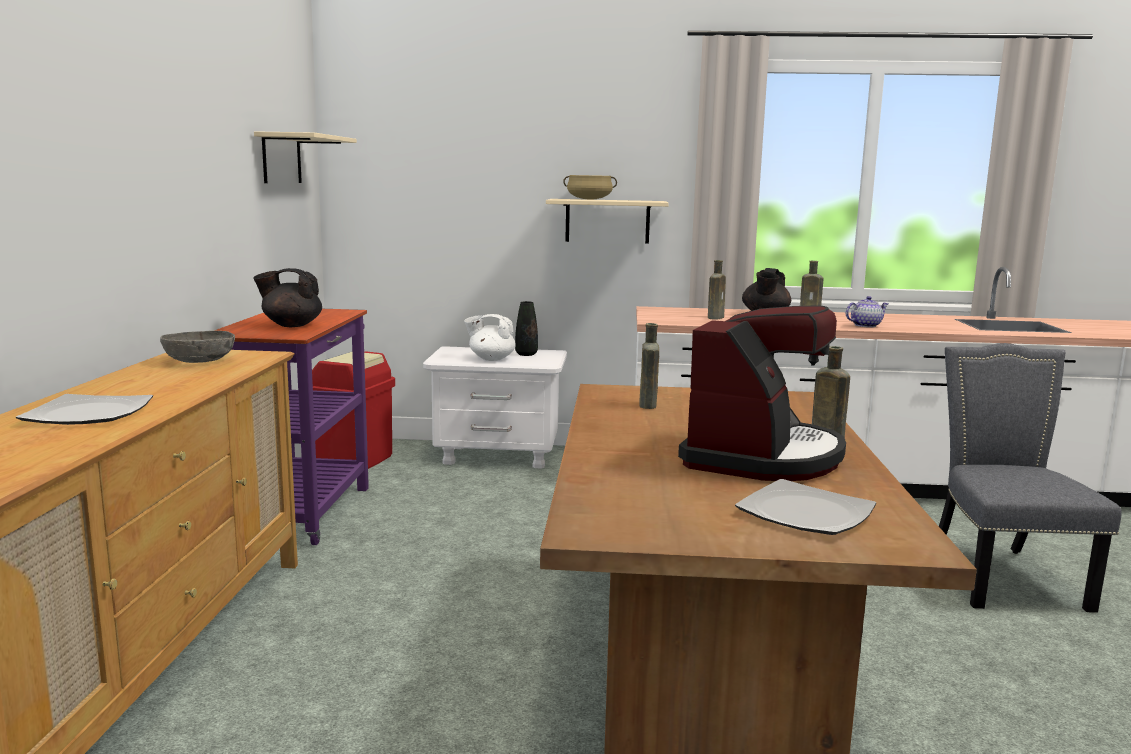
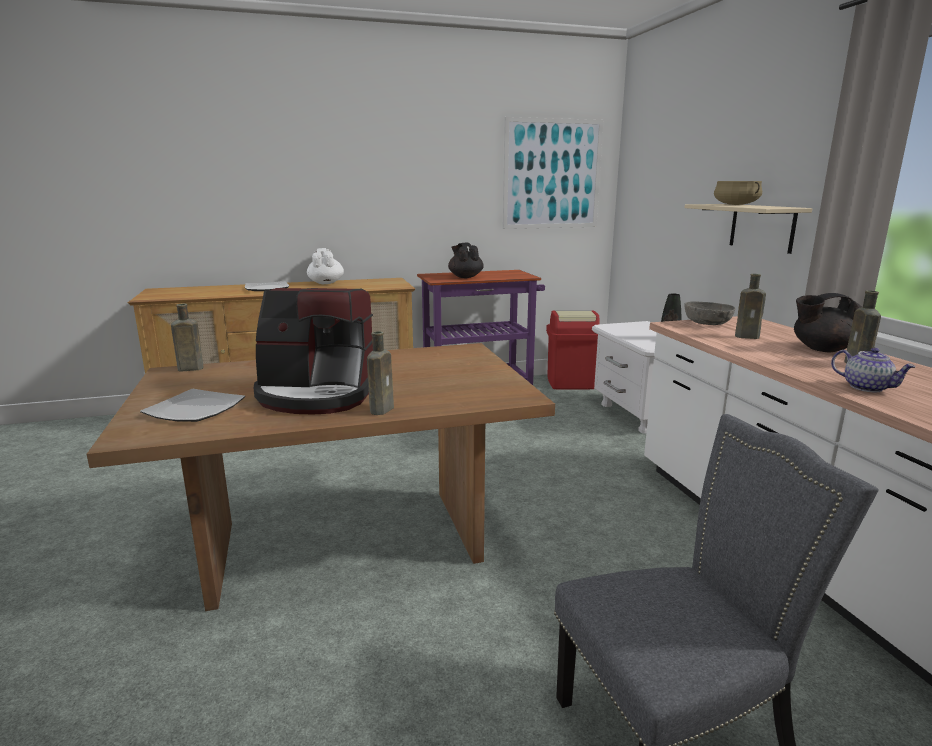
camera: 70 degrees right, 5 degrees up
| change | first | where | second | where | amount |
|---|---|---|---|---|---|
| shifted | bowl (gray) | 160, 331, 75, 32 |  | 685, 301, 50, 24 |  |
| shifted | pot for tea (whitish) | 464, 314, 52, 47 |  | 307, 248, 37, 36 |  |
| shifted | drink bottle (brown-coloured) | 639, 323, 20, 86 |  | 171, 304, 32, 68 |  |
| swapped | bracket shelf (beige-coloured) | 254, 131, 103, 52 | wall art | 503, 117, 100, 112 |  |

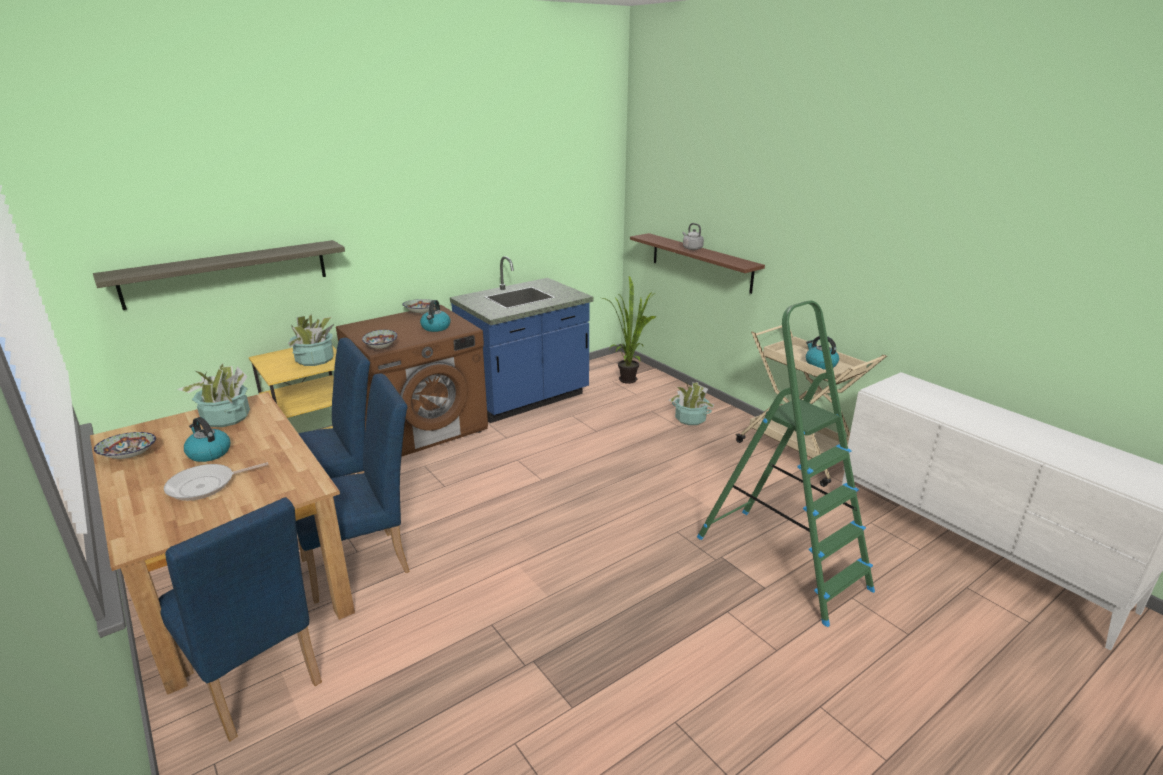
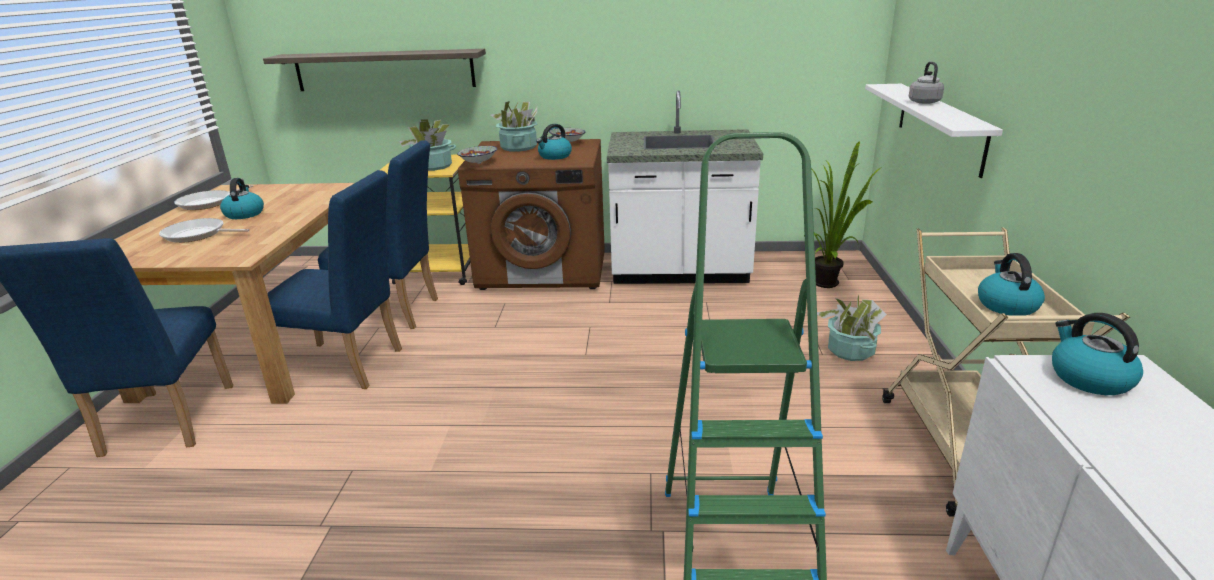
camera: 40 degrees right, 0 degrees up
| change | first | where | second | where | amount |
|---|---|---|---|---|---|
| new |  |  | kettle | 1052, 313, 91, 82 |  |
| shifted | potted plant | 177, 364, 73, 63 |  | 491, 101, 47, 50 |  |
| swapped | bowl | 94, 432, 62, 27 | pan | 174, 185, 79, 25 |  |
| repainted | kitchen counter (blue-coloured) | 450, 256, 143, 167 | kitchen counter (whitish) | 607, 90, 156, 194 |  |
| repainted | bracket shelf (brown-coloured) | 630, 233, 135, 61 | bracket shelf (whitish) | 865, 84, 138, 94 |  |

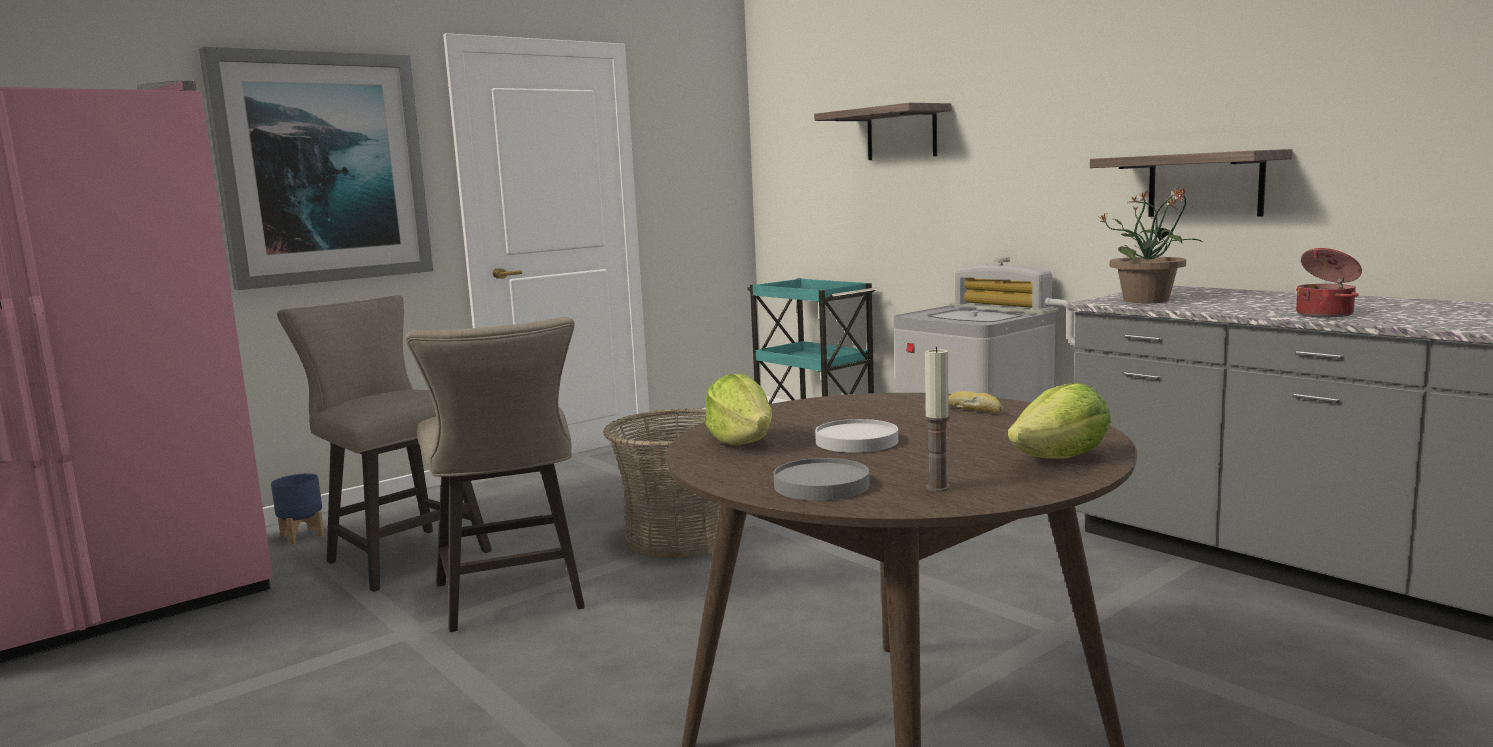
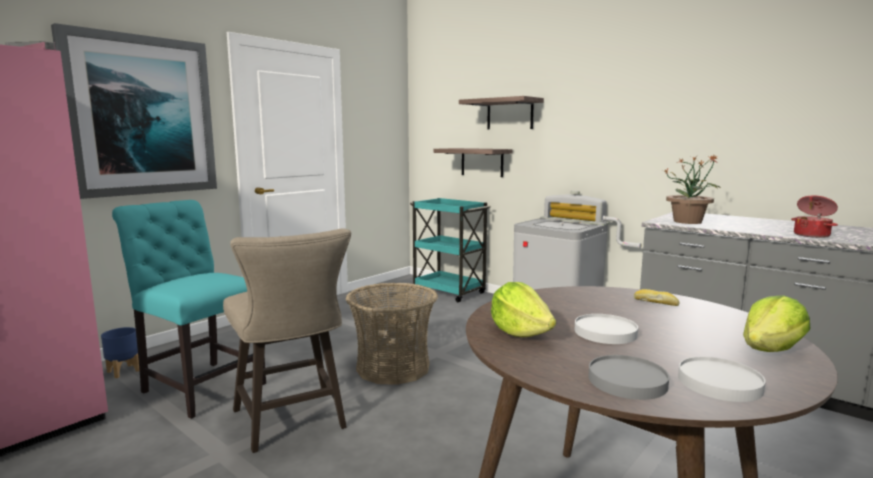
camera: 10 degrees left, 0 degrees up
| change | first | where | second | where | amount |
|---|---|---|---|---|---|
| shifted | bracket shelf | 1090, 149, 203, 68 |  | 434, 148, 79, 29 |  |
| swapped | stool seat (beige-coloured) | 277, 295, 215, 297 | chair (turquoise) | 112, 200, 154, 219 |  |
| swapped | candle | 924, 347, 26, 145 | plate (whitish) | 678, 357, 88, 45 |  |

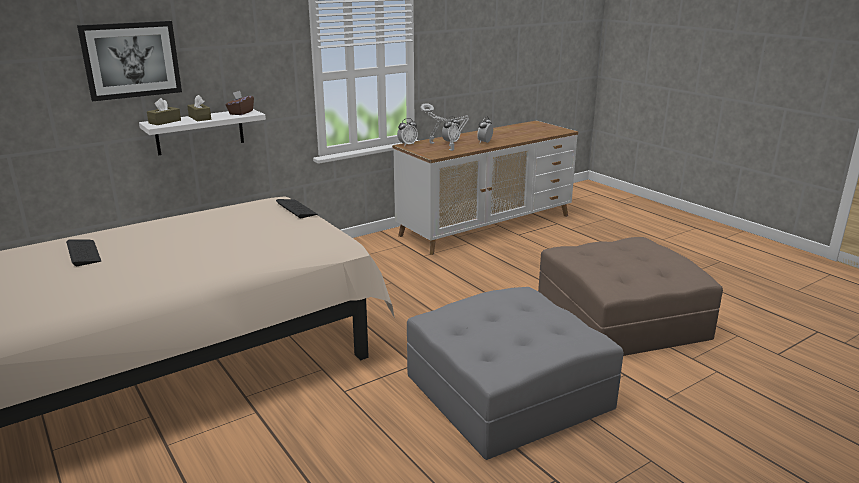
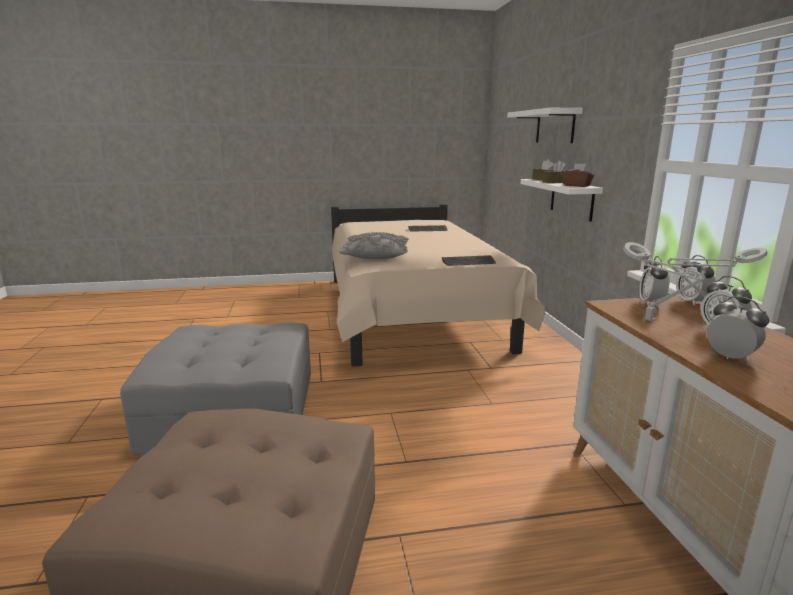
camera: 115 degrees right, 5 degrees down
| change | first | where | second | where | amount |
|---|---|---|---|---|---|
| new |  |  | pillow (gray) | 339, 232, 70, 27 |  |
| new |  |  | alarm clock | 639, 256, 31, 50 |  |
| swapped | wall art | 77, 21, 105, 80 | bracket shelf (whitish) | 507, 108, 76, 35 |  |

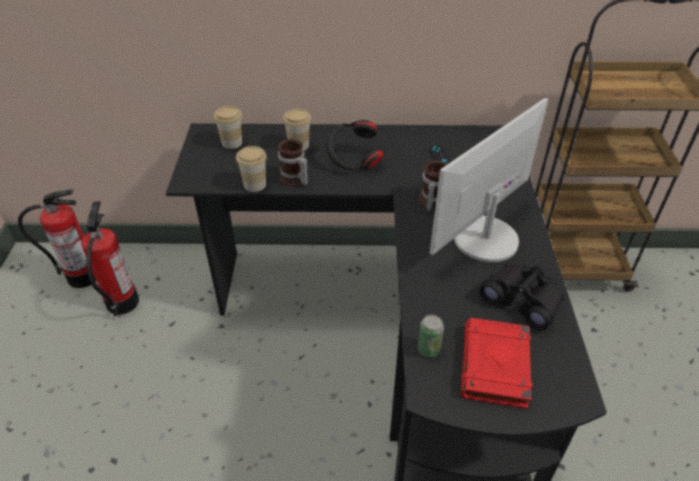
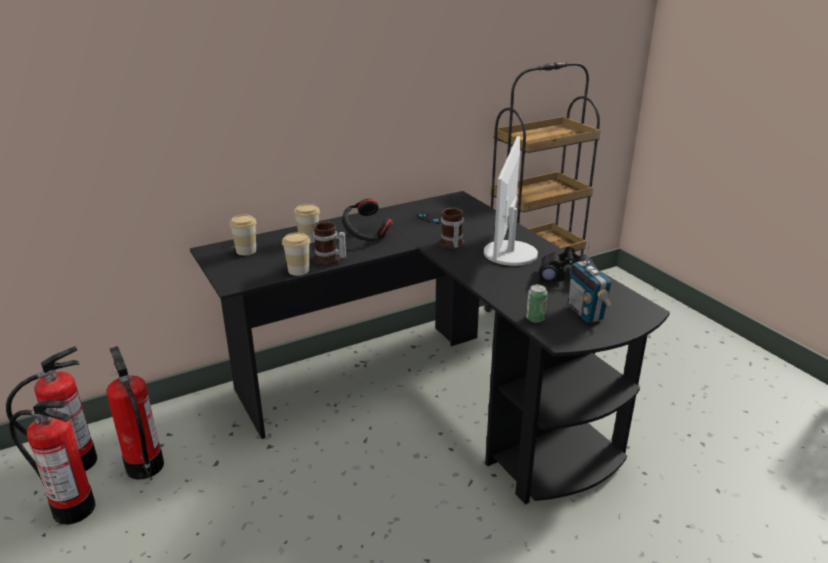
camera: 30 degrees left, 15 degrees down
| change | first | where | second | where | amount |
|---|---|---|---|---|---|
| new |  |  | fire-fighting cylinder | 9, 400, 87, 125 |  |
| swapped | volume (reddish) | 461, 318, 71, 91 | radio set | 569, 238, 45, 85 |  |

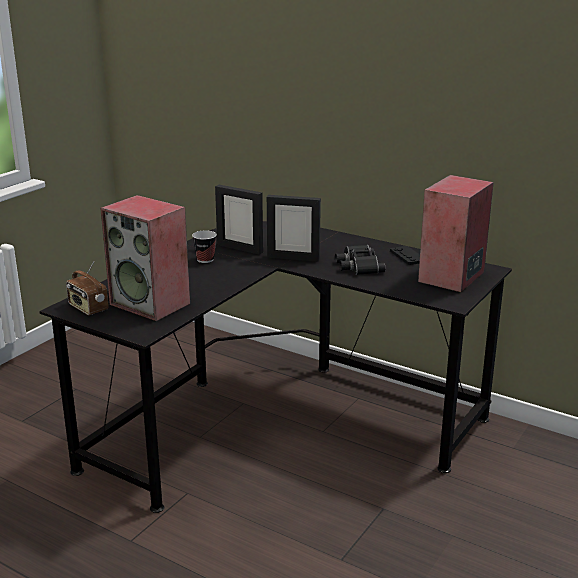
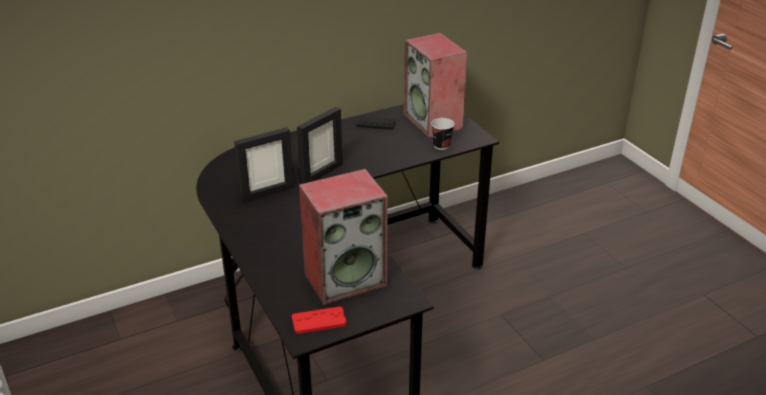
camera: 60 degrees left, 10 degrees up
| change | first | where | second | where | amount |
|---|---|---|---|---|---|
| gone | pair of binoculars (blackish) | 335, 245, 51, 30 |  |  |  |
| shifted | drinking cup | 192, 230, 25, 33 |  | 431, 118, 24, 32 |  |
| swapped | radio set | 66, 261, 43, 54 | game controller (reddish) | 292, 306, 55, 28 |  |

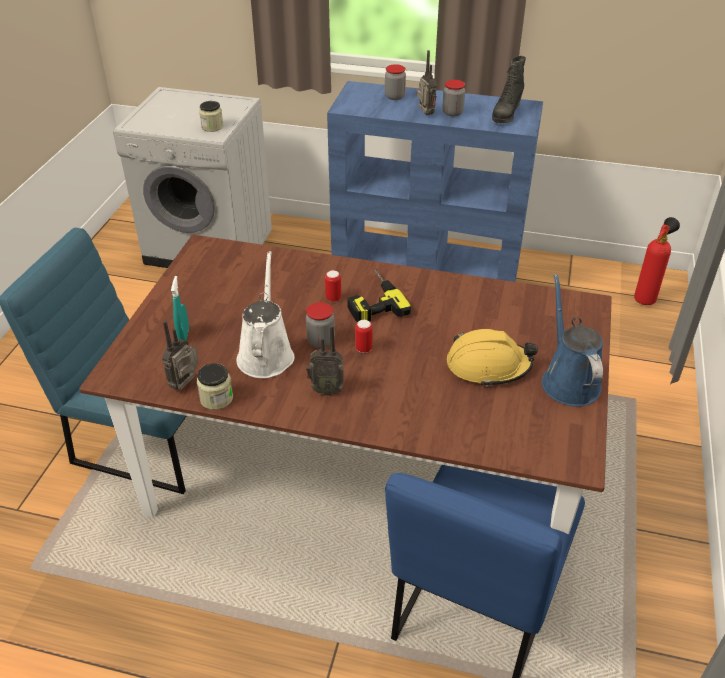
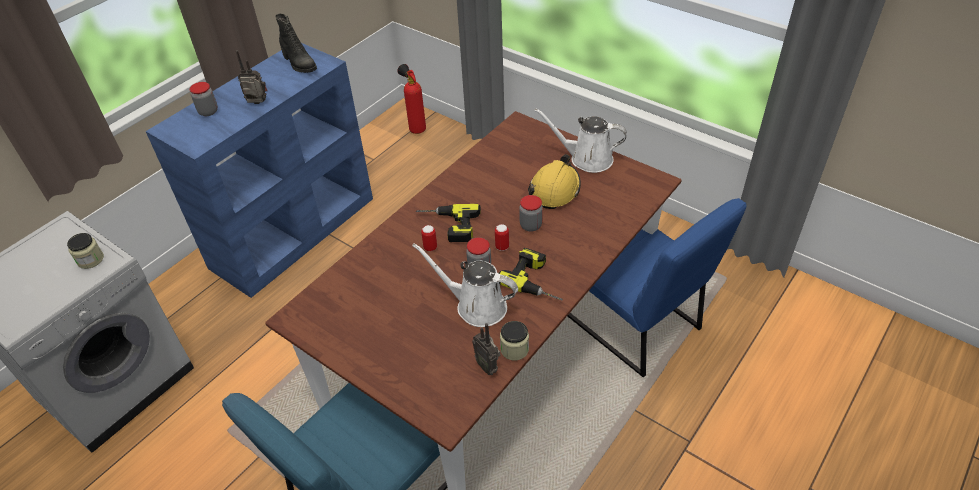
camera: 65 degrees left, 5 degrees up
| change | first | where | second | where | amount |
|---|---|---|---|---|---|
| gone | hand sprayer (turquoise) | 171, 276, 18, 65 |  |  |  |
| shifted | preserve jar | 442, 80, 23, 37 |  | 519, 195, 24, 37 |  |
| swapped | radio set | 306, 325, 38, 71 | electric drill | 499, 248, 64, 53 |  |
| repainted | watering can (blue-coloured) | 542, 274, 61, 133 | watering can (whitish) | 534, 108, 93, 65 |  |

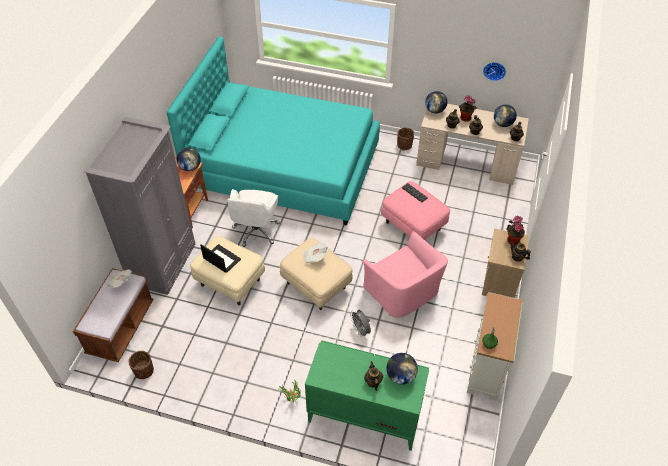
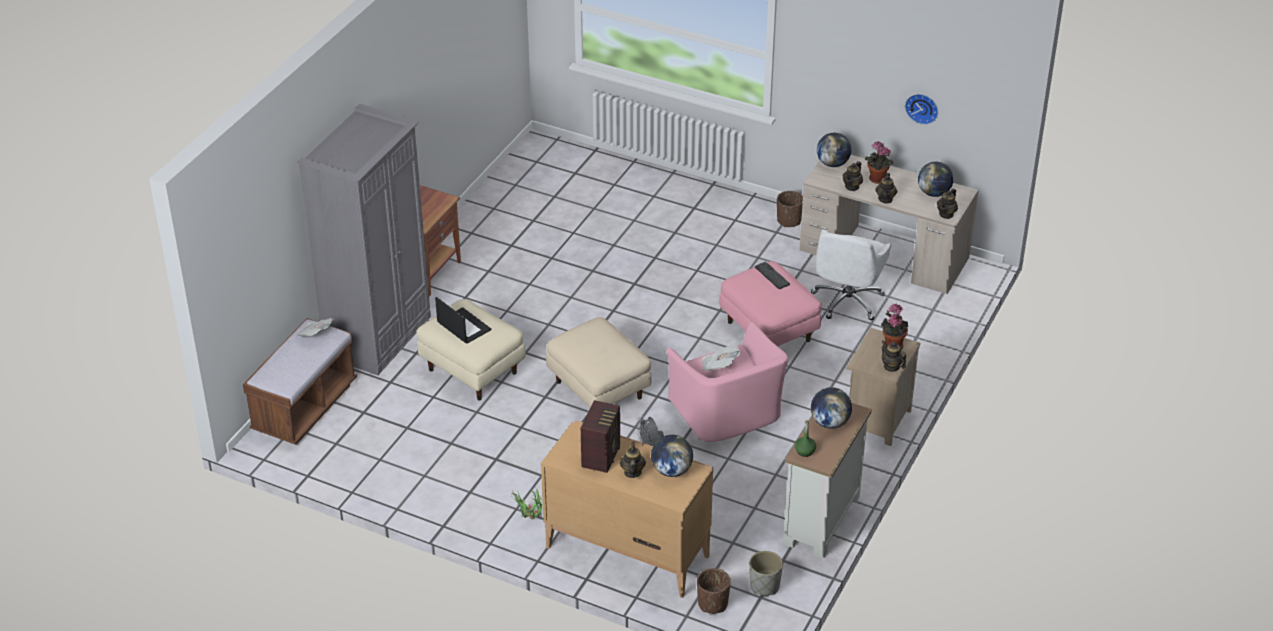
camera: 10 degrees right, 10 degrees down
| change | first | where | second | where | amount |
|---|---|---|---|---|---|
| gone | bedroom bed (turquoise) | 167, 37, 213, 189 |  |  |  |
| new |  |  | radio set | 581, 400, 39, 73 |  |
| new |  |  | plant pot (gray) | 749, 551, 34, 45 |  |
| shifted | plant pot (brown-coloured) | 128, 351, 26, 28 |  | 697, 568, 34, 46 |  |
| shifted | globe | 177, 147, 24, 24 |  | 811, 387, 41, 42 |  |
| shifted | office chair (whitish) | 227, 189, 53, 58 |  | 811, 229, 80, 91 |  |
| shifted | newspaper | 302, 243, 26, 20 |  | 702, 345, 38, 26 |  |
| repainted | cupboard (green-coloured) | 305, 340, 124, 111 | cupboard (brown-coloured) | 541, 420, 172, 178 |  |

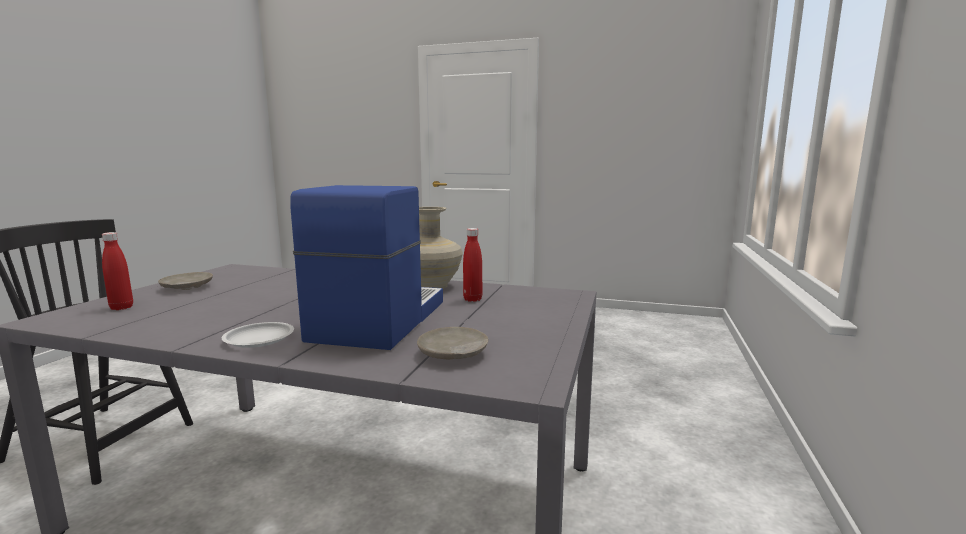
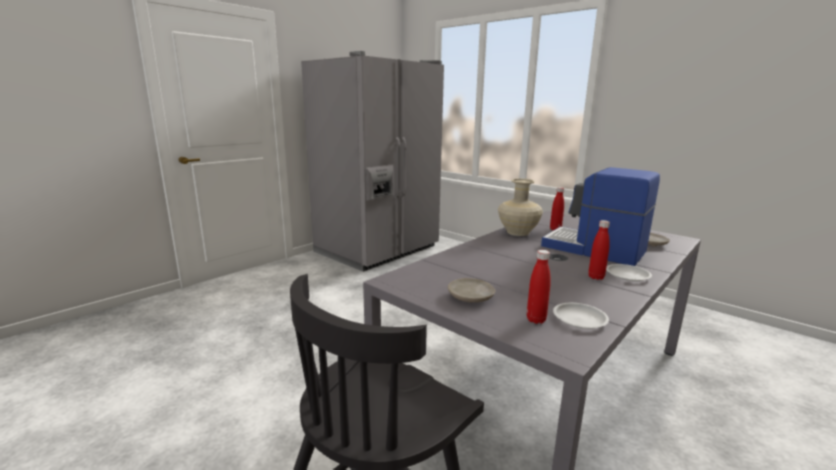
camera: 65 degrees left, 5 degrees up
| change | first | where | second | where | amount |
|---|---|---|---|---|---|
| new |  |  | kitchen fridge (gray) | 301, 51, 143, 221 |  |
| new |  |  | plate (whitish) | 553, 303, 56, 26 |  |
| new |  |  | drink bottle (reddish) | 588, 220, 22, 60 |  |

